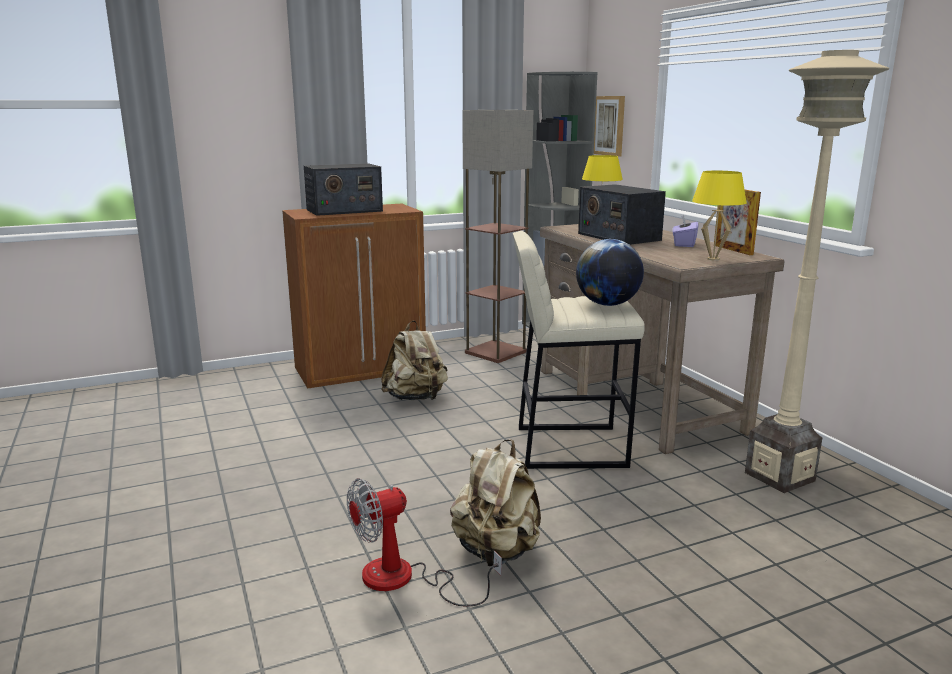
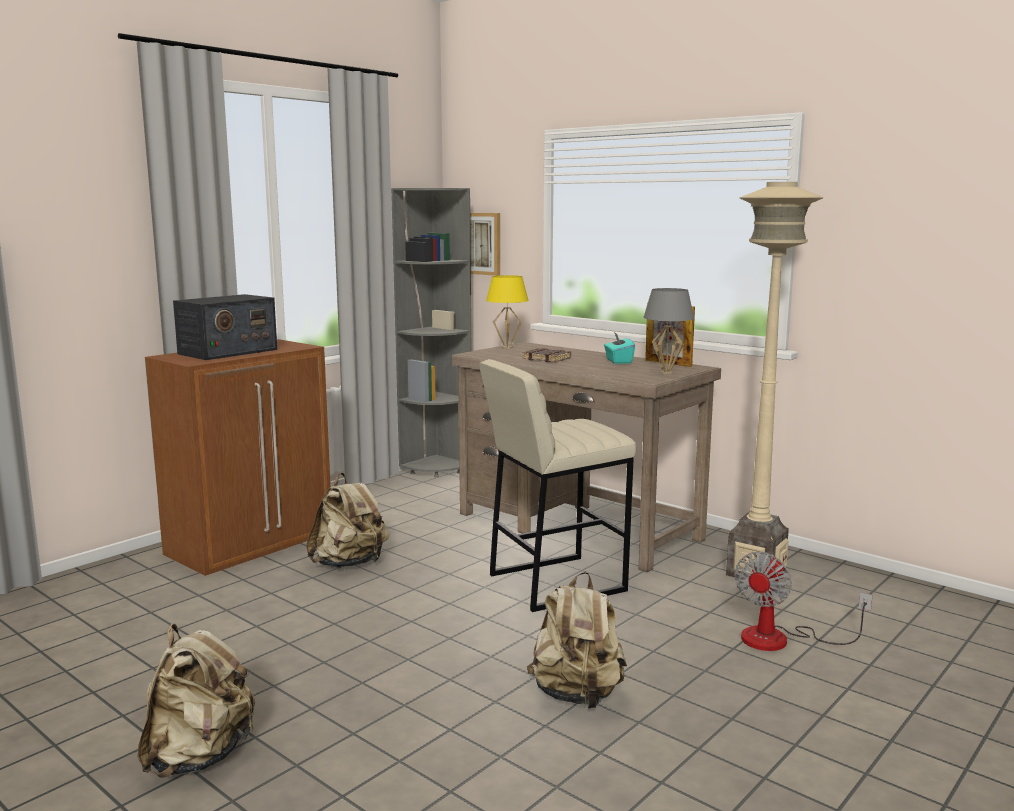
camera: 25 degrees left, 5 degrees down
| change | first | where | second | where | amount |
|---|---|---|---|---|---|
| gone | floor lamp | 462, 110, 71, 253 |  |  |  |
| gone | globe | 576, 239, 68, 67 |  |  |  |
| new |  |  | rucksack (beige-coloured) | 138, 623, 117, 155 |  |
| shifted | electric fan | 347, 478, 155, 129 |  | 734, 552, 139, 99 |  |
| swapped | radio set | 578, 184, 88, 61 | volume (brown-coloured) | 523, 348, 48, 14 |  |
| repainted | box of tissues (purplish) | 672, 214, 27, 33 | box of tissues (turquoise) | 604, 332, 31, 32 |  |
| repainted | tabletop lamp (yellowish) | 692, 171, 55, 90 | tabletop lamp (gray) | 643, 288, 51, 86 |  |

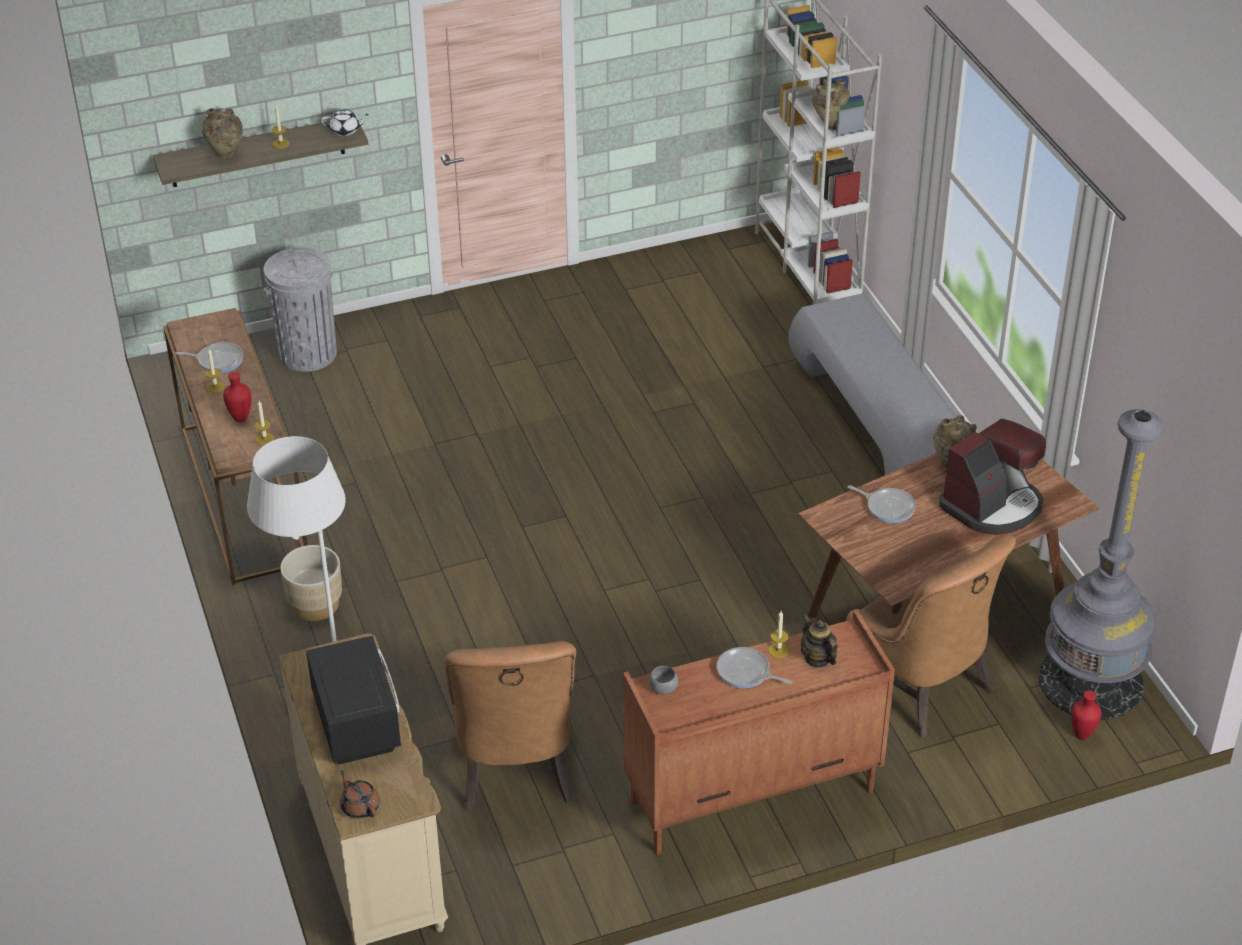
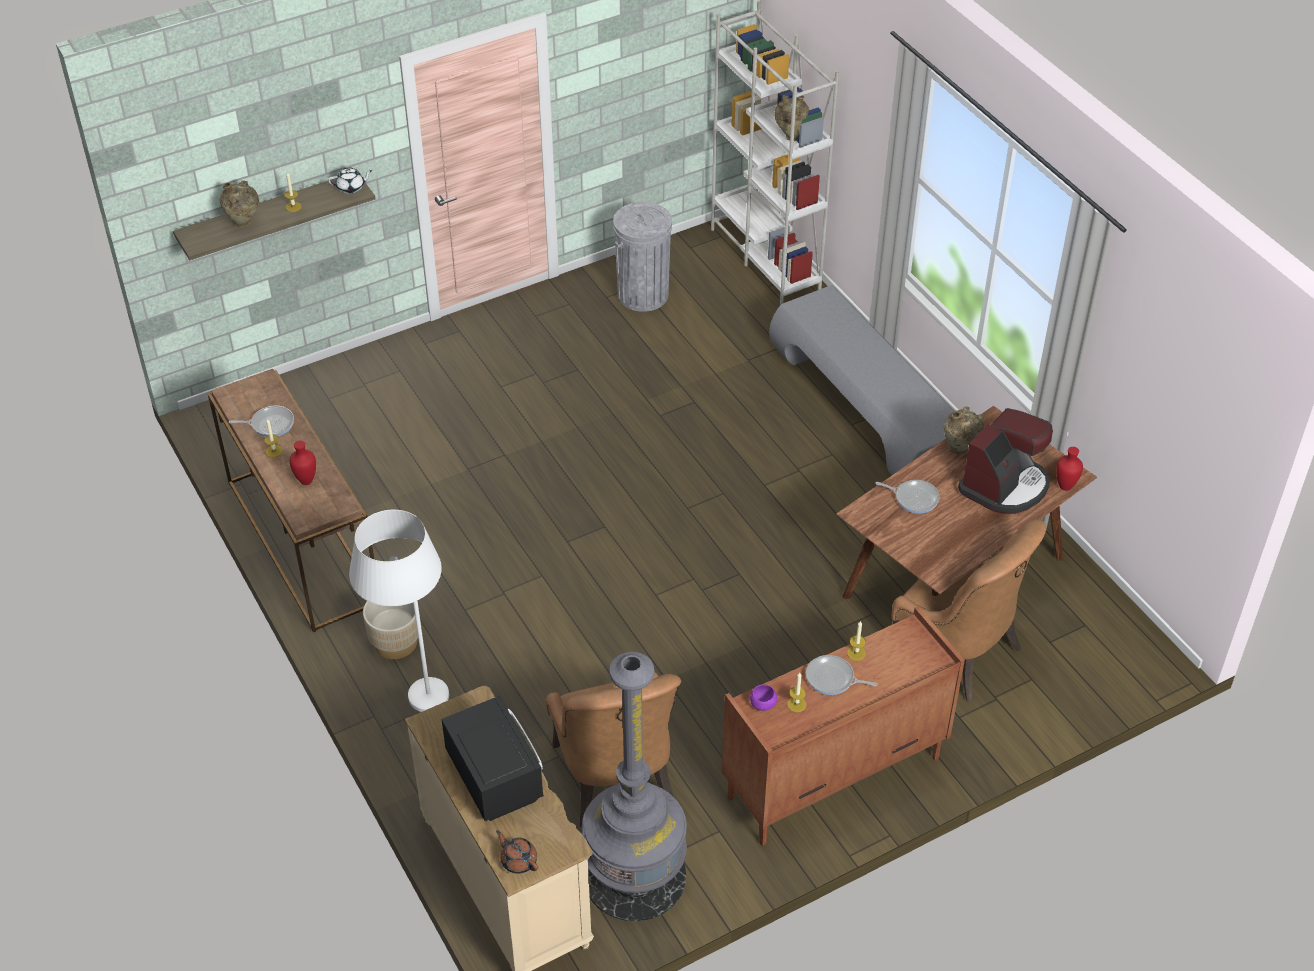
camera: 10 degrees left, 5 degrees up
| change | first | where | second | where | amount |
|---|---|---|---|---|---|
| gone | pot for tea | 801, 615, 36, 53 |  |  |  |
| shifted | candle | 255, 401, 19, 44 |  | 787, 672, 20, 40 |  |
| shifted | waste bin (gray) | 264, 247, 73, 125 |  | 613, 202, 59, 110 |  |
| shifted | floor lamp (gray) | 1038, 409, 125, 311 |  | 582, 652, 105, 269 |  |
| shifted | decorative vase (reddish) | 1071, 690, 31, 50 |  | 1056, 447, 27, 44 |  |
| repainted | bowl (gray) | 649, 666, 29, 28 | bowl (purplish) | 750, 684, 27, 27 |  |

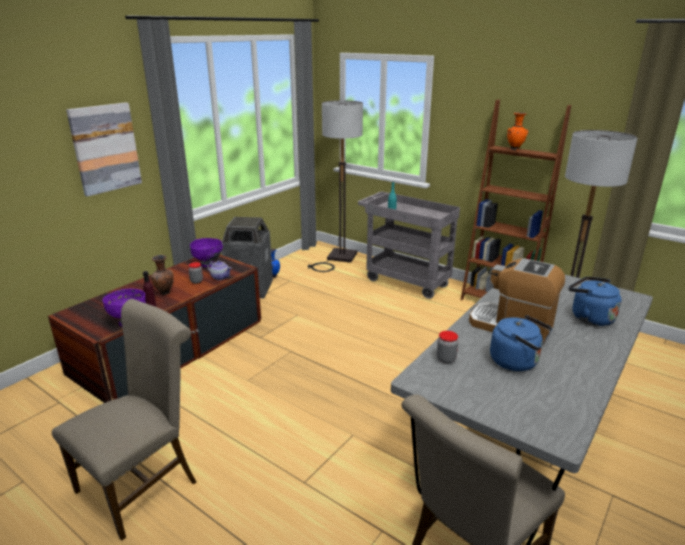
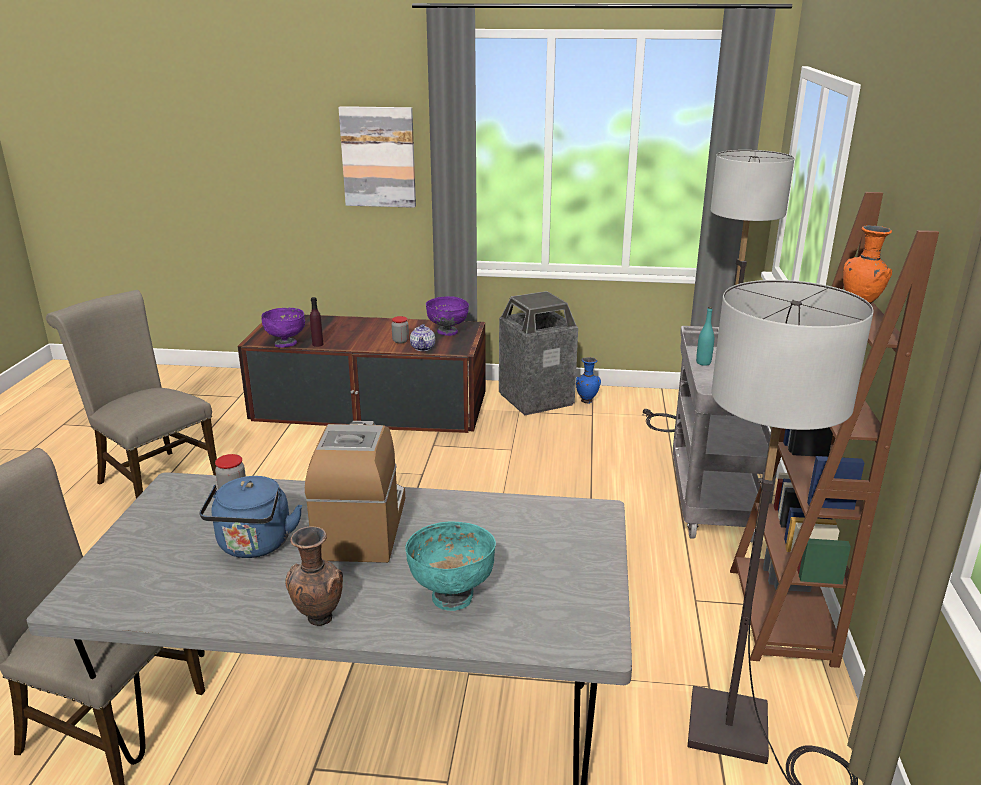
camera: 60 degrees right, 0 degrees up
| change | first | where | second | where | amount |
|---|---|---|---|---|---|
| shifted | decorative vase (brown-coloured) | 150, 255, 24, 40 |  | 285, 526, 58, 100 |  |
| swapped | kettle (blue-coloured) | 568, 277, 53, 49 | bowl (turquoise) | 405, 521, 91, 90 |  |
| rotated | chair (beige-coloured) | 52, 299, 145, 241 |  | 46, 290, 171, 209 | 150 degrees counterclockwise |

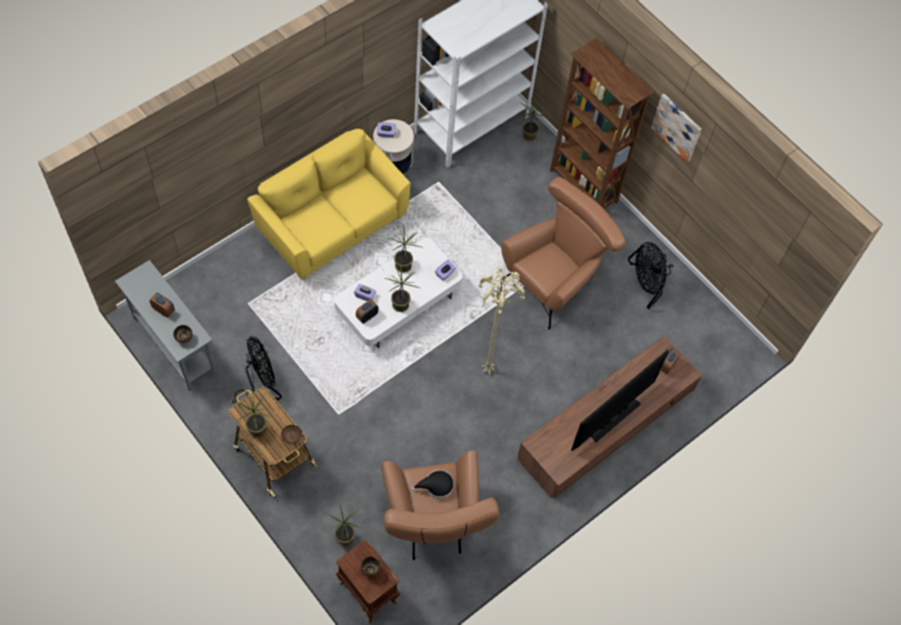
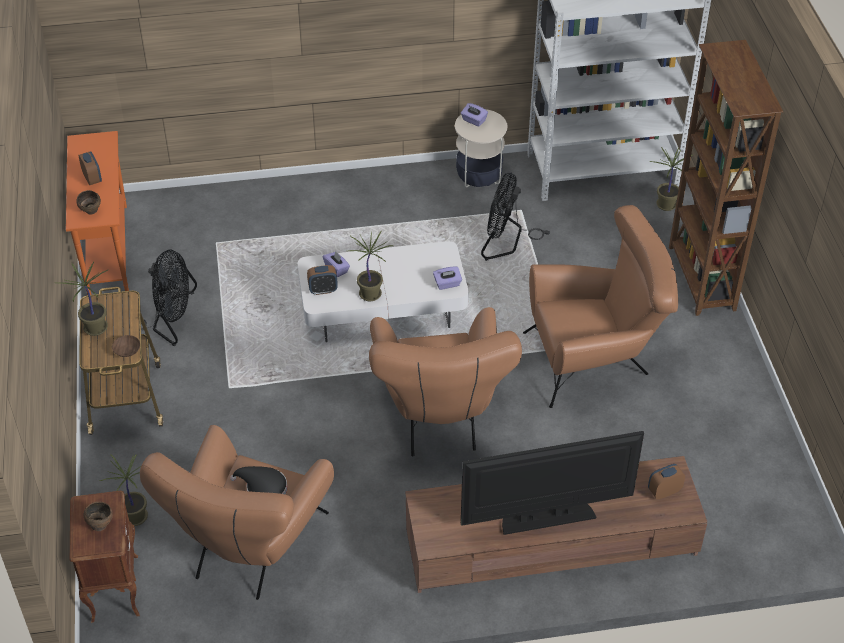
camera: 35 degrees right, 15 degrees down
| change | first | where | second | where | amount |
|---|---|---|---|---|---|
| gone | settee (yellowish) | 247, 129, 164, 151 |  |  |  |
| gone | potted plant | 387, 224, 36, 49 |  |  |  |
| gone | wall art | 651, 94, 51, 69 |  |  |  |
| shifted | electric fan (blackish) | 628, 242, 46, 68 |  | 481, 173, 69, 88 |  |
| swapped | floor lamp (beige-coloured) | 479, 267, 46, 107 | easy chair (brown-coloured) | 369, 307, 153, 149 |  |
| repainted | hall table (gray) | 115, 260, 101, 131 | hall table (orangey) | 66, 131, 63, 164 |  |

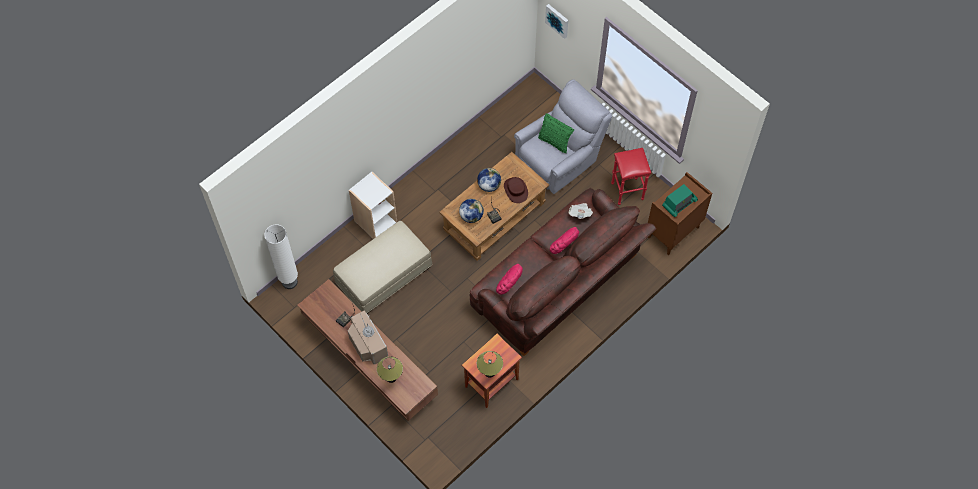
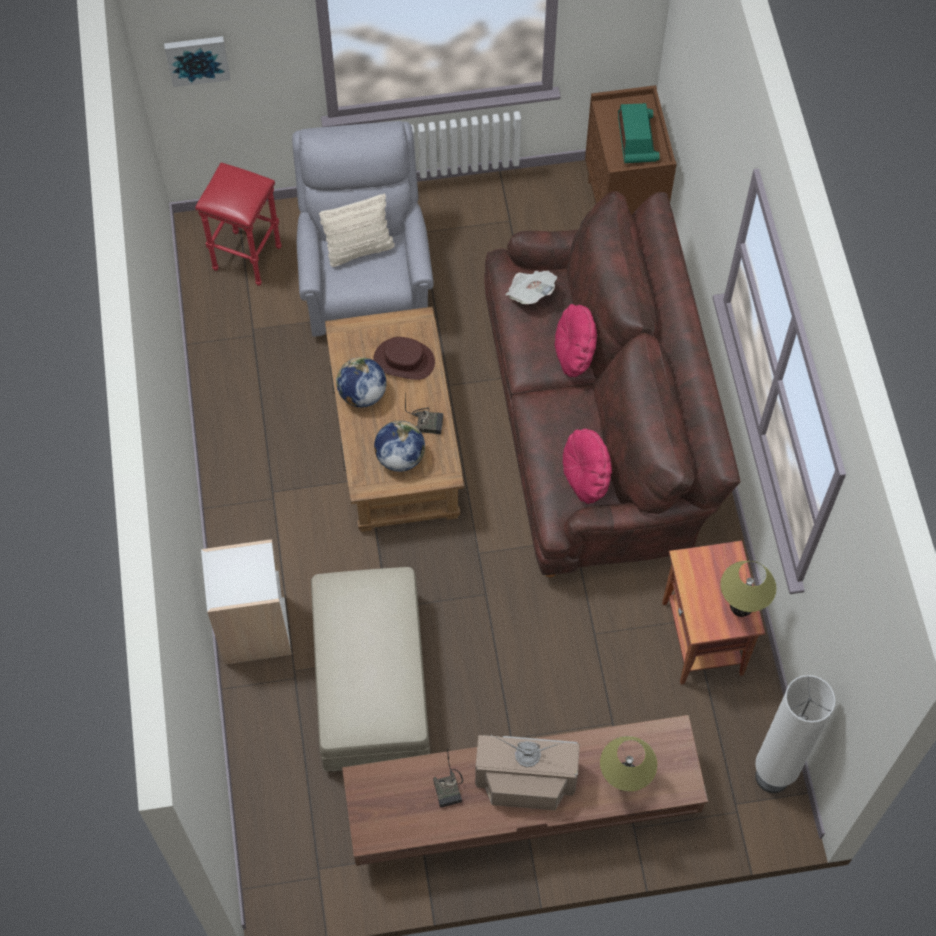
camera: 55 degrees left, 0 degrees up
| change | first | where | second | where | amount |
|---|---|---|---|---|---|
| shifted | floor lamp (whitish) | 264, 224, 34, 65 |  | 755, 675, 80, 118 |  |
| shifted | stool seat (reddish) | 611, 148, 40, 57 |  | 195, 163, 86, 123 |  |
| repainted | pillow (green-coloured) | 538, 113, 36, 40 | pillow (beige-coloured) | 319, 193, 76, 74 |  |

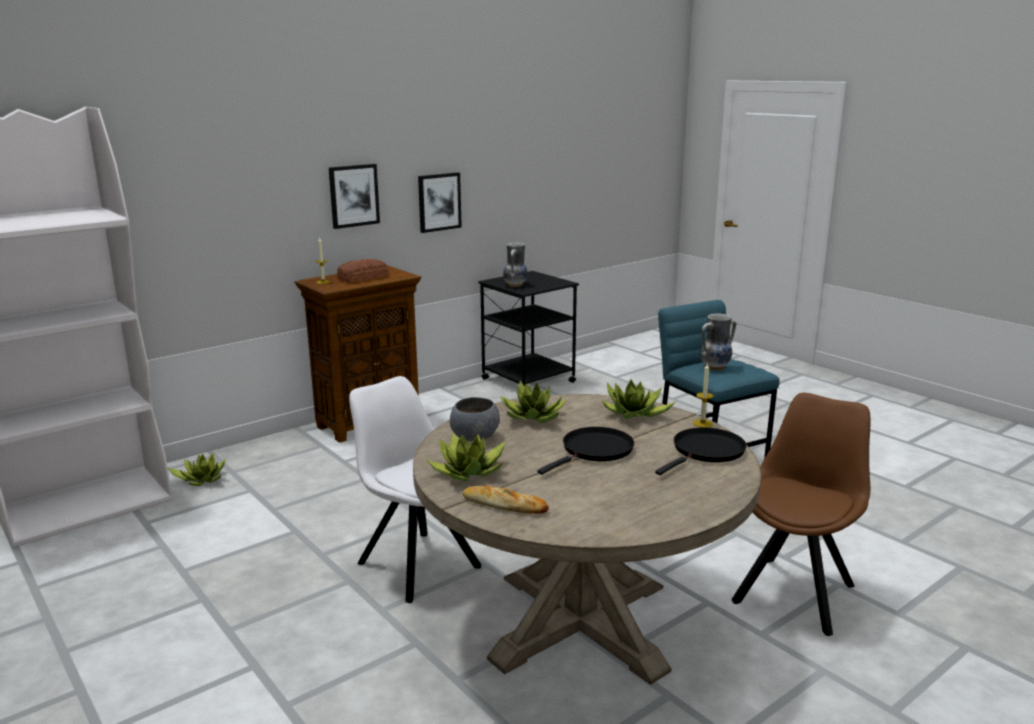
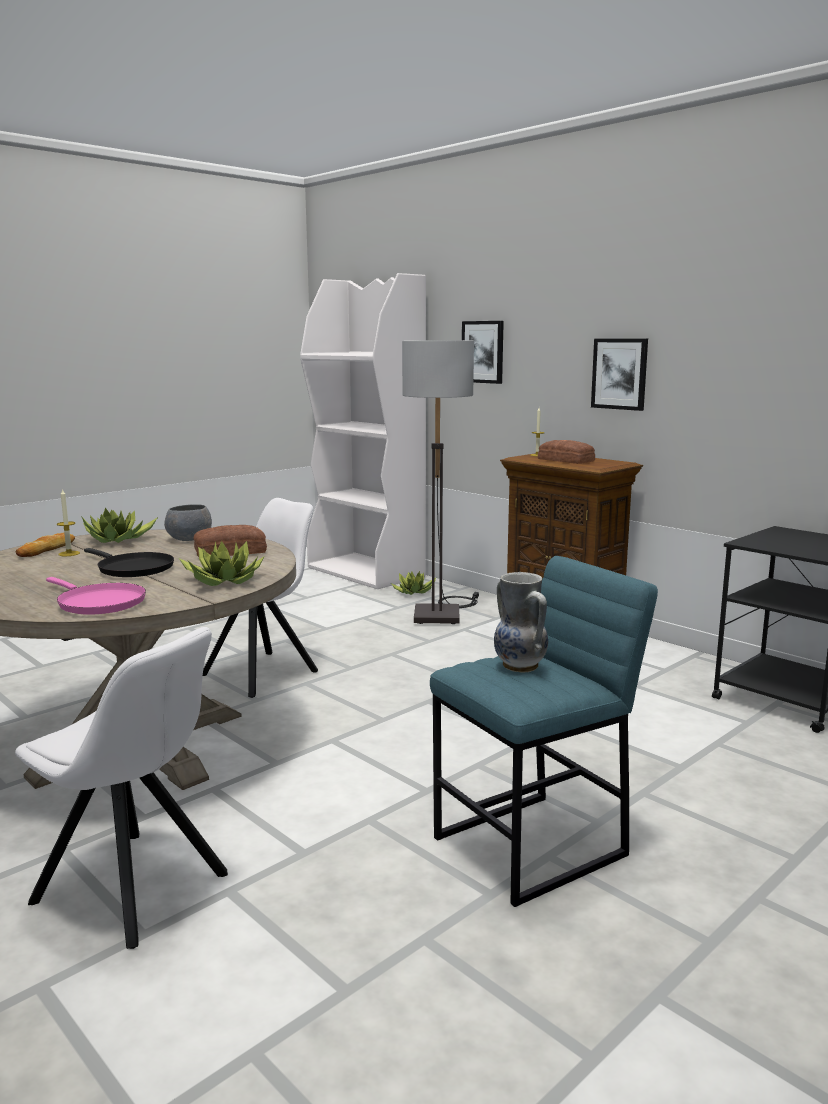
camera: 85 degrees right, 5 degrees down
| change | first | where | second | where | amount |
|---|---|---|---|---|---|
| gone | decorative vase | 503, 242, 24, 45 |  |  |  |
| new |  |  | floor lamp | 402, 340, 77, 284 |  |
| shifted | wall art | 418, 172, 44, 61 |  | 462, 321, 42, 63 |  |
| shifted | candle | 693, 364, 21, 64 |  | 57, 489, 23, 67 |  |
| swapped | potted plant | 500, 381, 67, 42 | bakery bread | 193, 525, 74, 32 |  |
| repainted | pan (blackish) | 655, 428, 92, 47 | pan (pink) | 46, 577, 100, 38 |  |
| repainted | chair (brown-coloured) | 731, 392, 139, 244 | chair (whitish) | 15, 627, 213, 322 |  |

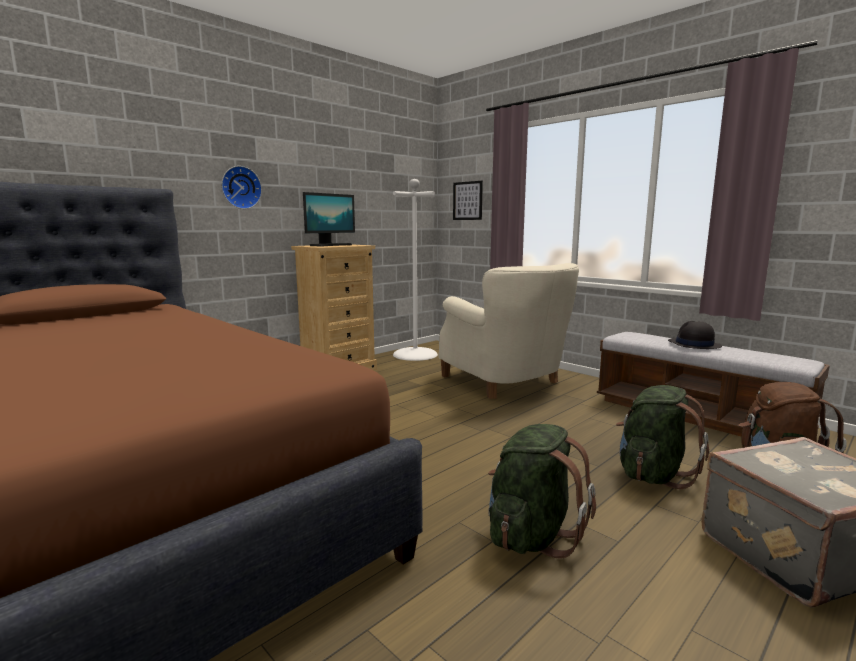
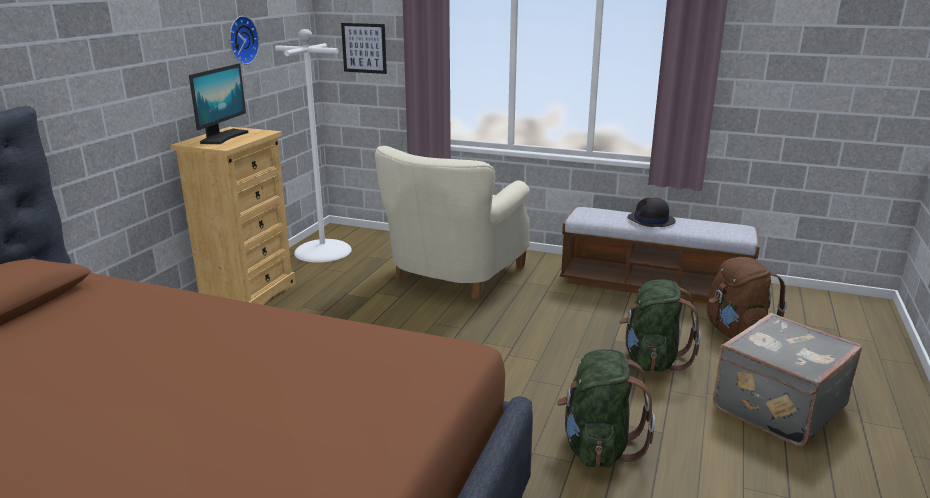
camera: 25 degrees left, 10 degrees up
| change | first | where | second | where | amount |
|---|---|---|---|---|---|
| shifted | hanging clock | 221, 166, 41, 43 |  | 229, 16, 31, 49 |  |
| rotated | easy chair (beige-coloured) | 439, 263, 140, 136 |  | 375, 146, 155, 153 | 90 degrees clockwise |

